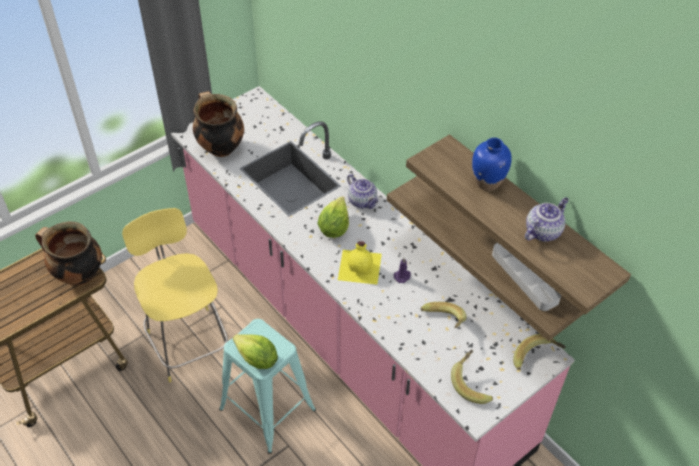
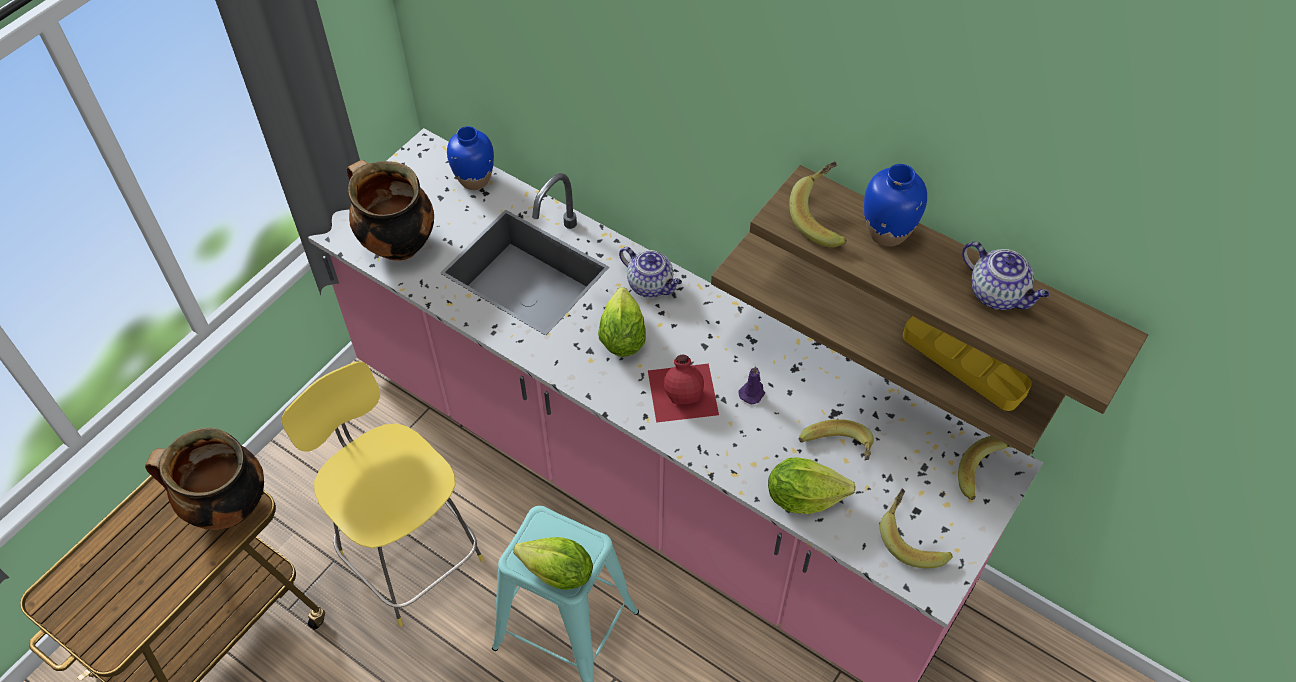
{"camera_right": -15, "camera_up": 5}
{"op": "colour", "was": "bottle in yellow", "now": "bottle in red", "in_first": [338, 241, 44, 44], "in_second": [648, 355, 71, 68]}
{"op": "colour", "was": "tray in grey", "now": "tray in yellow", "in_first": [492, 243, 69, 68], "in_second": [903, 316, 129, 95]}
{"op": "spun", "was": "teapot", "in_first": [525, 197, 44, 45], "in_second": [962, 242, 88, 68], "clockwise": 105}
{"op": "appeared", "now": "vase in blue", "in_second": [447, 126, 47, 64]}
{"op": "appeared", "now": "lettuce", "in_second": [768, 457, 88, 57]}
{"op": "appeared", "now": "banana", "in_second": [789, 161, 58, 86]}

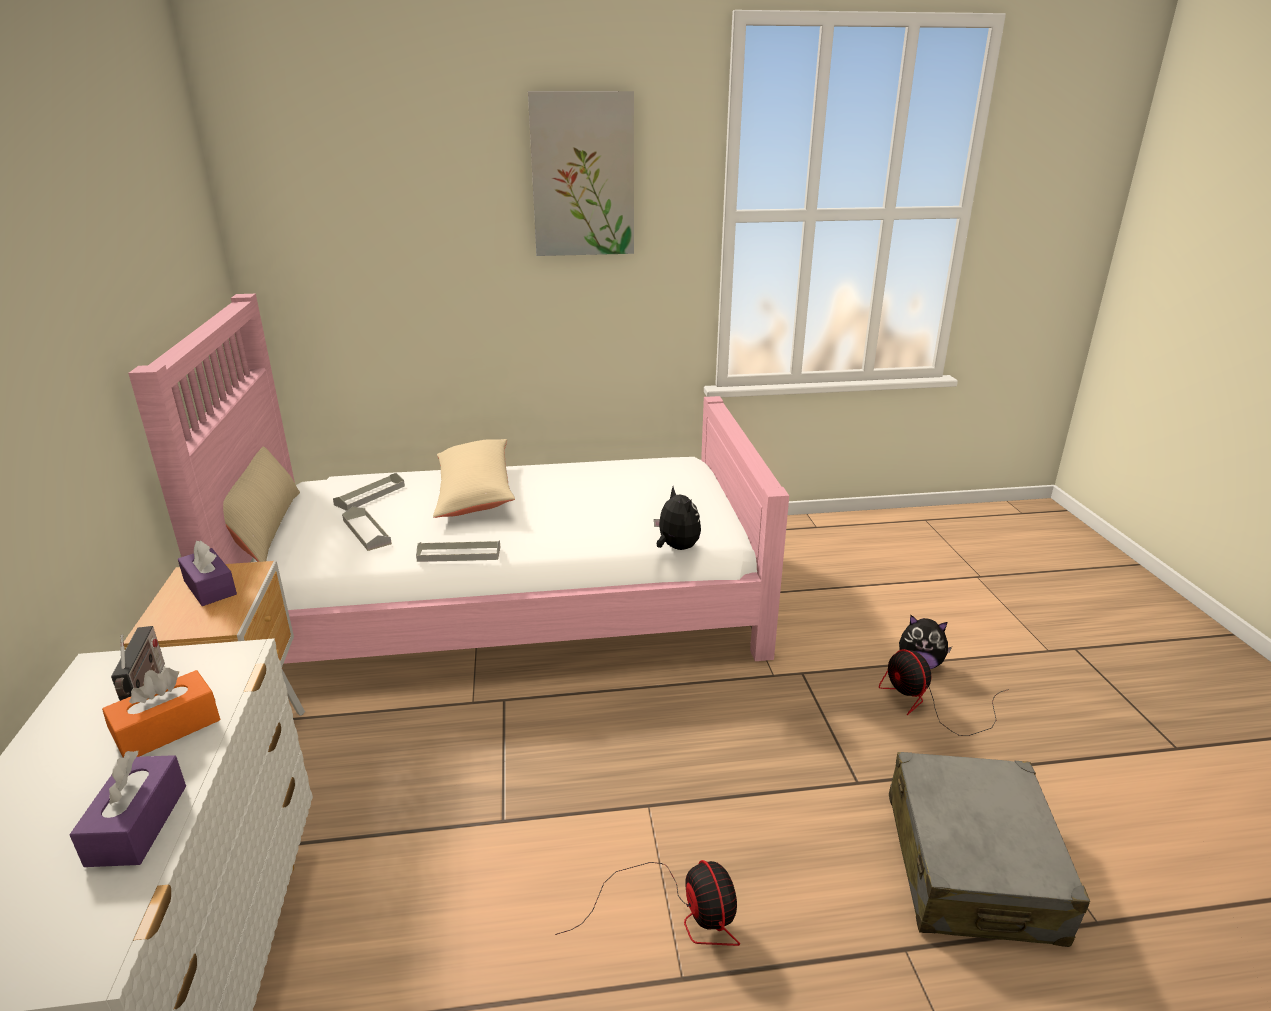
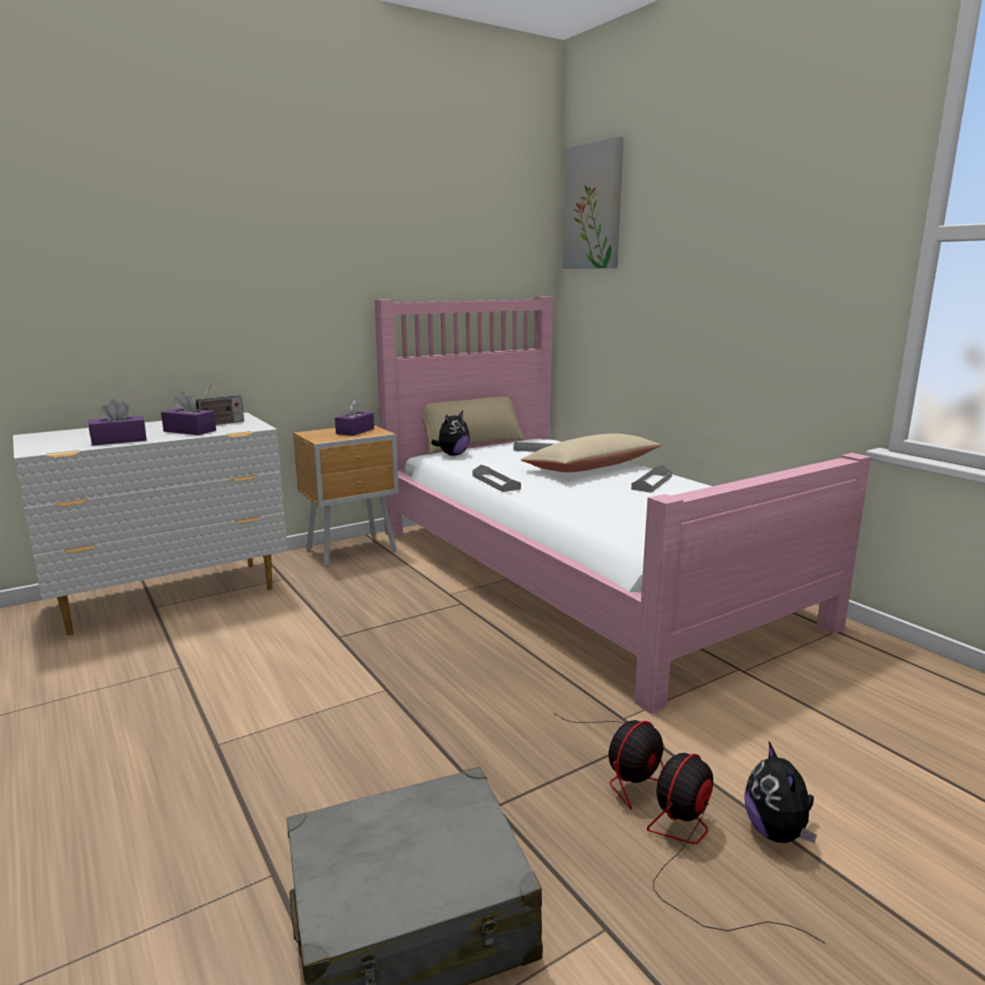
{"camera_right": 65, "camera_up": -10}
{"op": "colour", "was": "tissue box in orange", "now": "tissue box in purple", "in_first": [102, 668, 118, 90], "in_second": [161, 392, 55, 43]}
{"op": "relocated", "was": "tray in grey", "in_first": [342, 506, 50, 45], "in_second": [631, 465, 41, 28]}
{"op": "relocated", "was": "picture", "in_first": [528, 91, 106, 165], "in_second": [562, 136, 62, 133]}
{"op": "relocated", "was": "fan", "in_first": [555, 860, 185, 86], "in_second": [553, 713, 111, 96]}
{"op": "relocated", "was": "plush toy", "in_first": [654, 487, 47, 63], "in_second": [431, 411, 39, 45]}

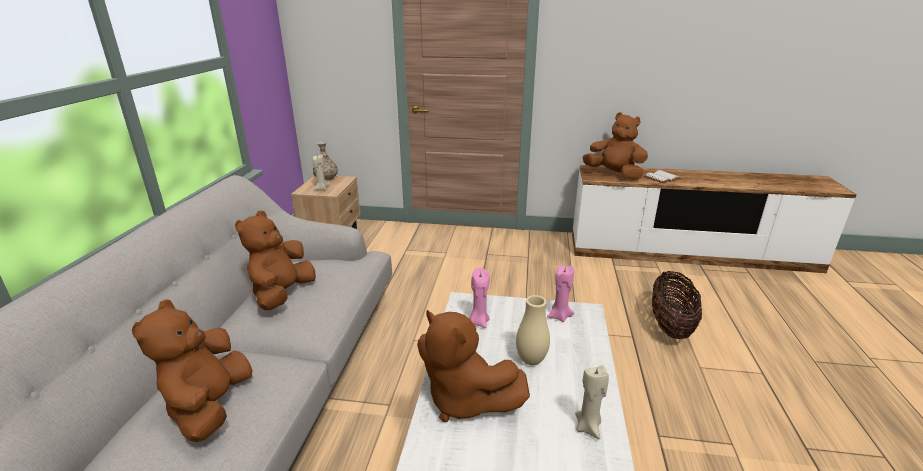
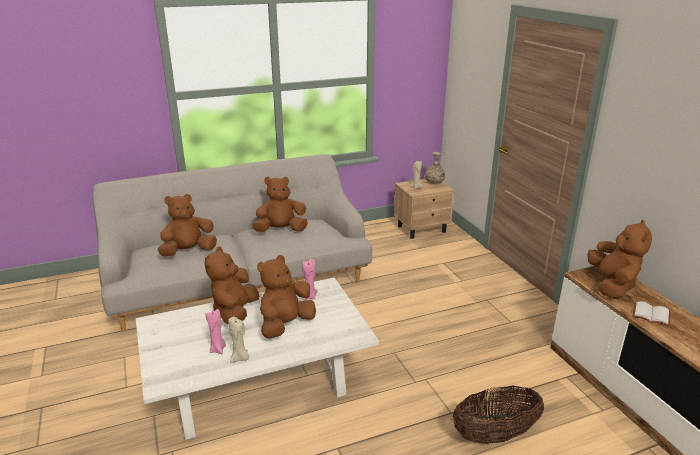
{"camera_right": 60, "camera_up": 0}
{"op": "exchanged", "was": "vase in beige", "now": "plush toy in brown", "in_first": [516, 295, 34, 70], "in_second": [257, 255, 59, 84]}
{"op": "relocated", "was": "candle in pink", "in_first": [547, 266, 27, 56], "in_second": [206, 309, 20, 45]}

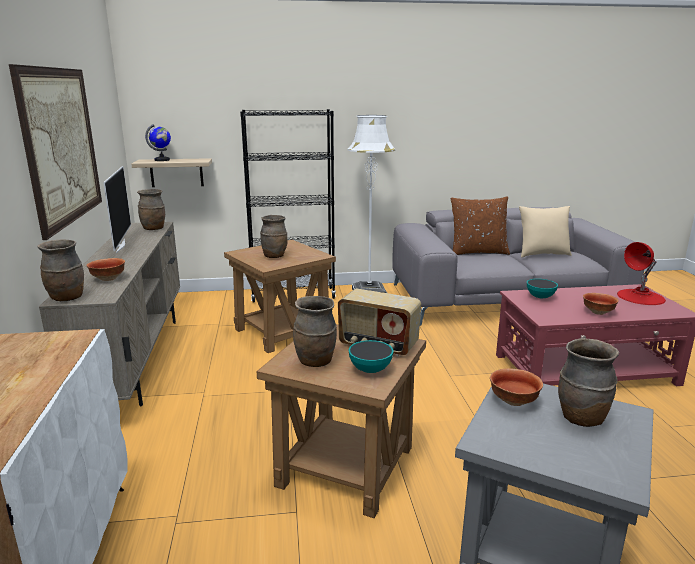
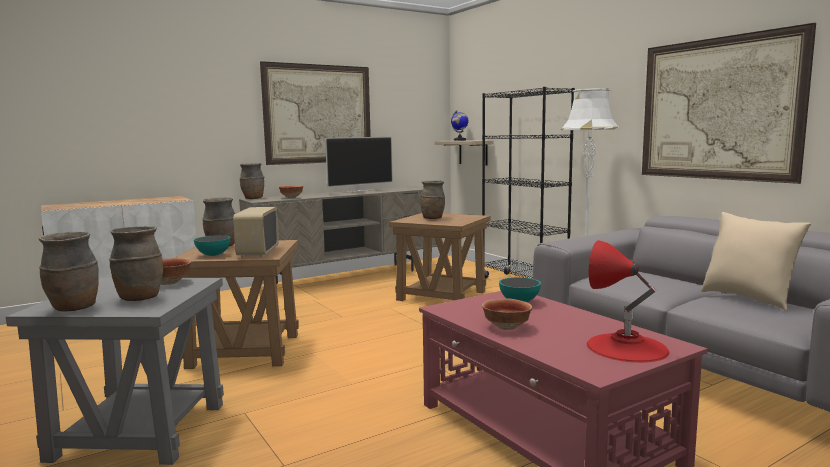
{"camera_right": 65, "camera_up": -10}
{"op": "relocated", "was": "vase in brown", "in_first": [137, 189, 28, 41], "in_second": [39, 232, 60, 80]}
{"op": "missing", "was": "pillow in brown", "in_first": [451, 196, 59, 59]}
{"op": "appeared", "now": "picture", "in_second": [642, 23, 174, 161]}

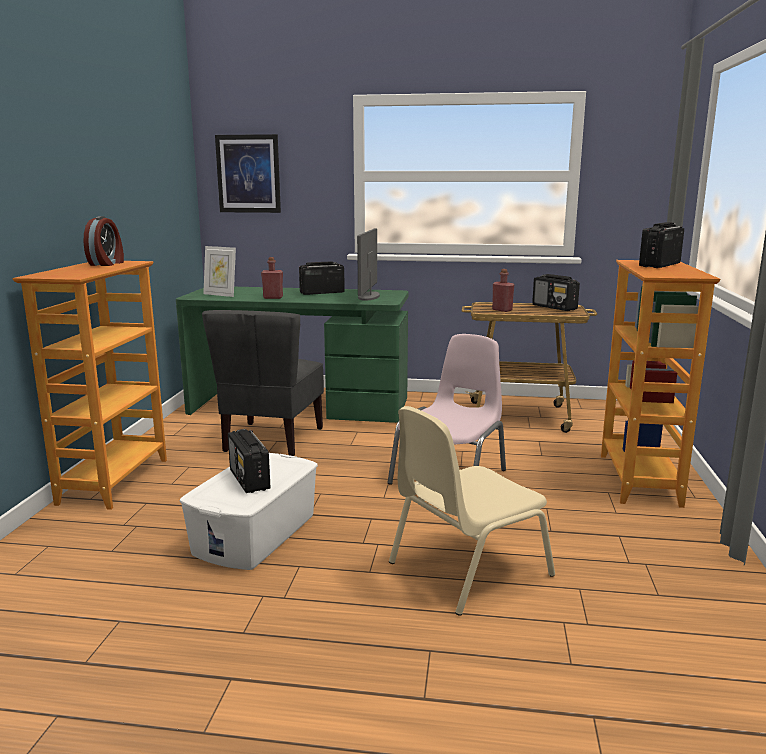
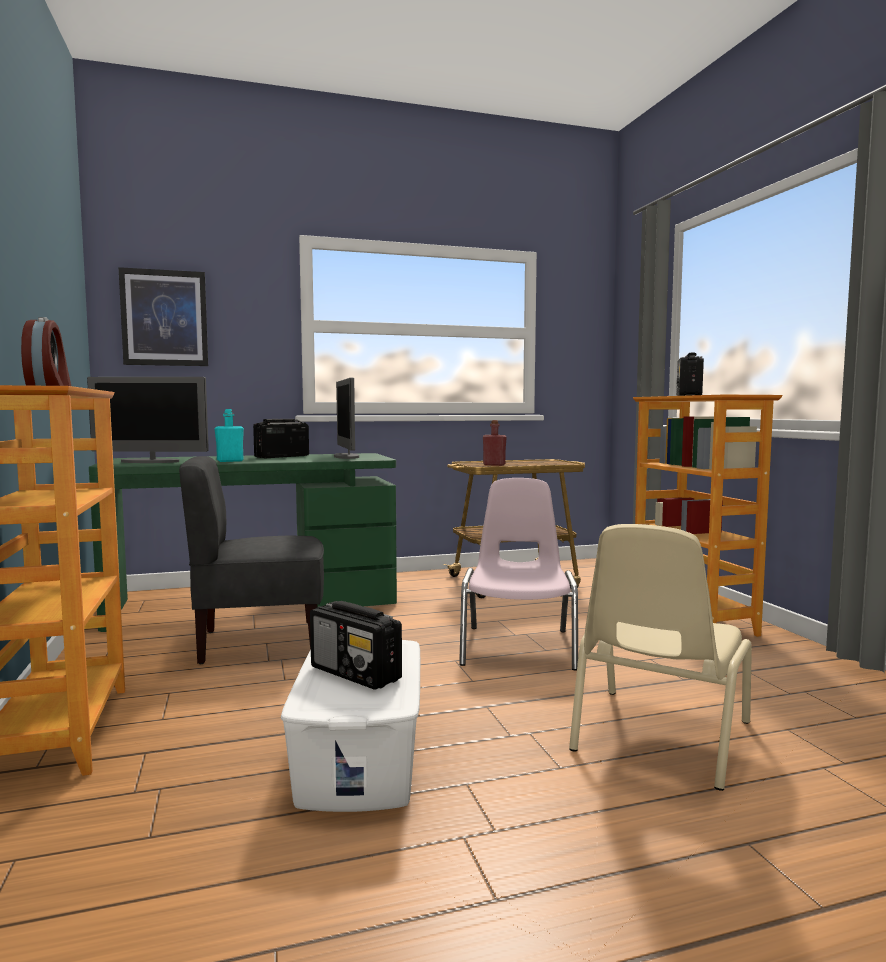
{"camera_right": -25, "camera_up": -10}
{"op": "spun", "was": "chair in grey", "in_first": [202, 310, 122, 146], "in_second": [179, 456, 145, 208], "clockwise": 90}
{"op": "exchanged", "was": "picture frame", "now": "monitor", "in_first": [203, 246, 33, 51], "in_second": [87, 377, 122, 86]}
{"op": "colour", "was": "bottle in red", "now": "bottle in turquoise", "in_first": [261, 257, 22, 42], "in_second": [214, 409, 30, 53]}
{"op": "missing", "was": "radio", "in_first": [532, 274, 48, 37]}

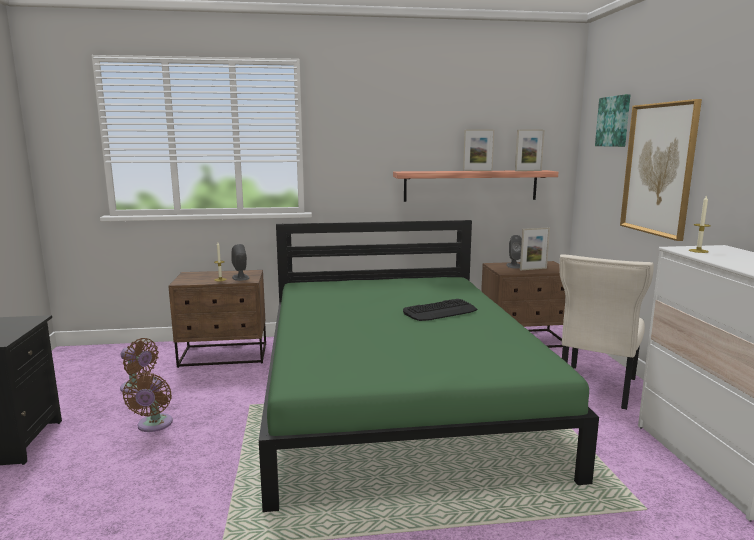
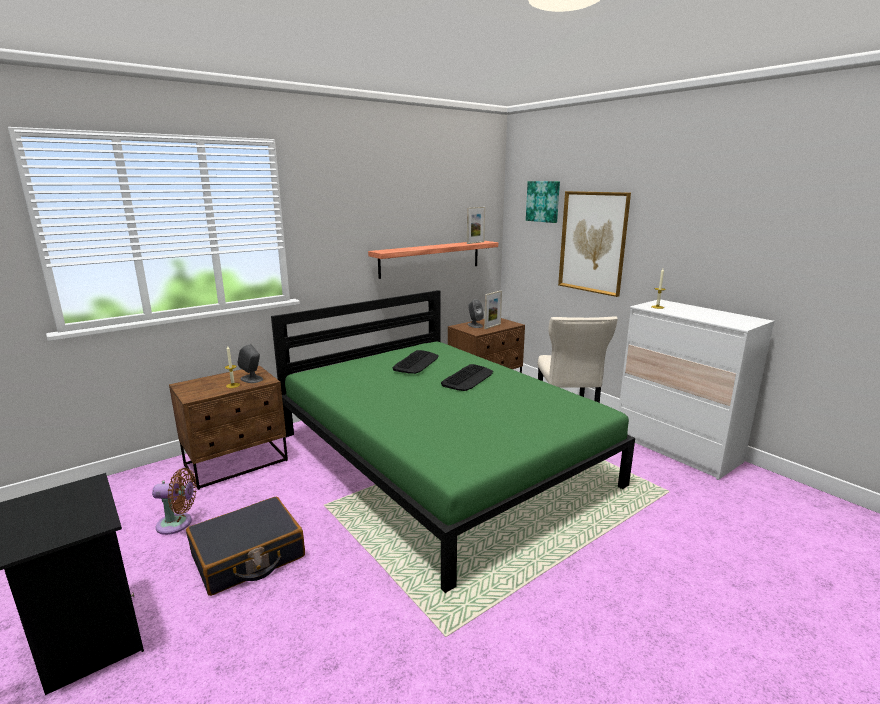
{"camera_right": -30, "camera_up": 5}
{"op": "exchanged", "was": "fan in brown", "now": "suitcase in black", "in_first": [122, 373, 51, 59], "in_second": [186, 497, 119, 99]}
{"op": "missing", "was": "picture frame", "in_first": [463, 130, 31, 41]}
{"op": "appeared", "now": "keyboard", "in_second": [392, 350, 47, 24]}

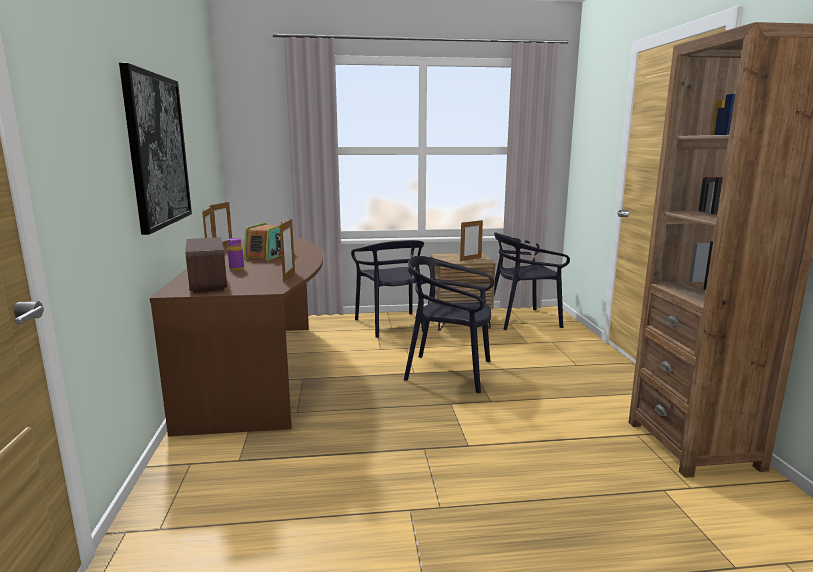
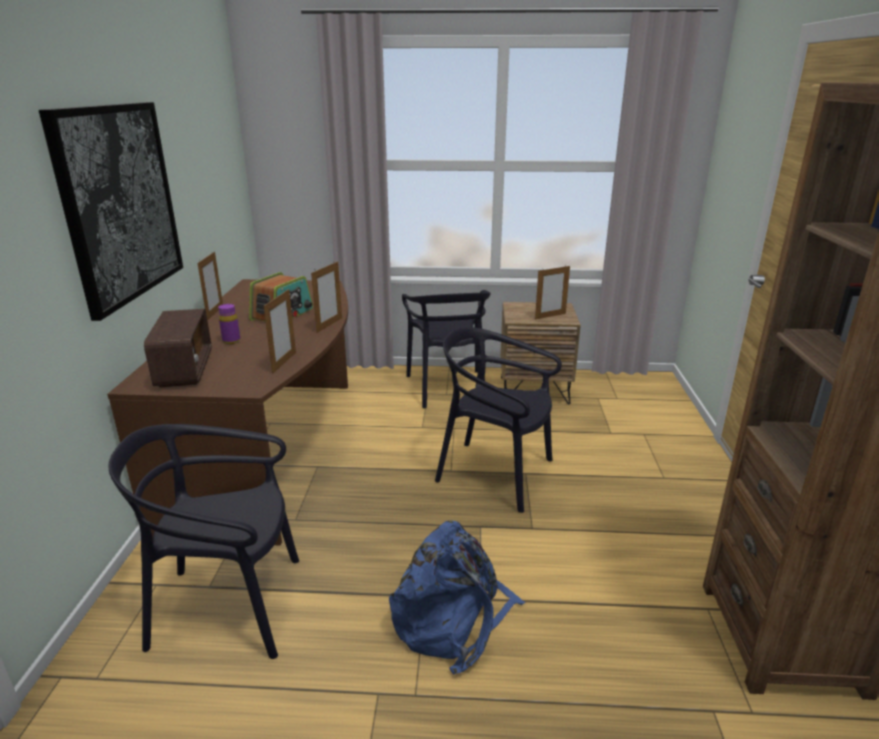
{"camera_right": 10, "camera_up": 10}
{"op": "relocated", "was": "picture frame", "in_first": [210, 202, 22, 45], "in_second": [311, 261, 31, 72]}
{"op": "relocated", "was": "chair in black", "in_first": [494, 232, 76, 98], "in_second": [109, 424, 190, 235]}
{"op": "appeared", "now": "backpack in blue", "in_second": [389, 520, 136, 155]}

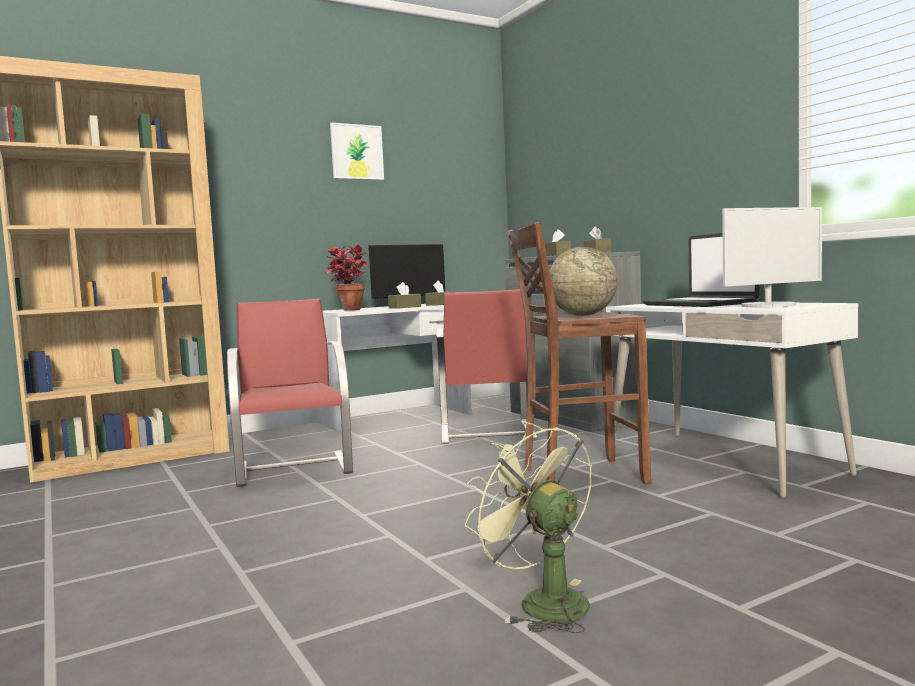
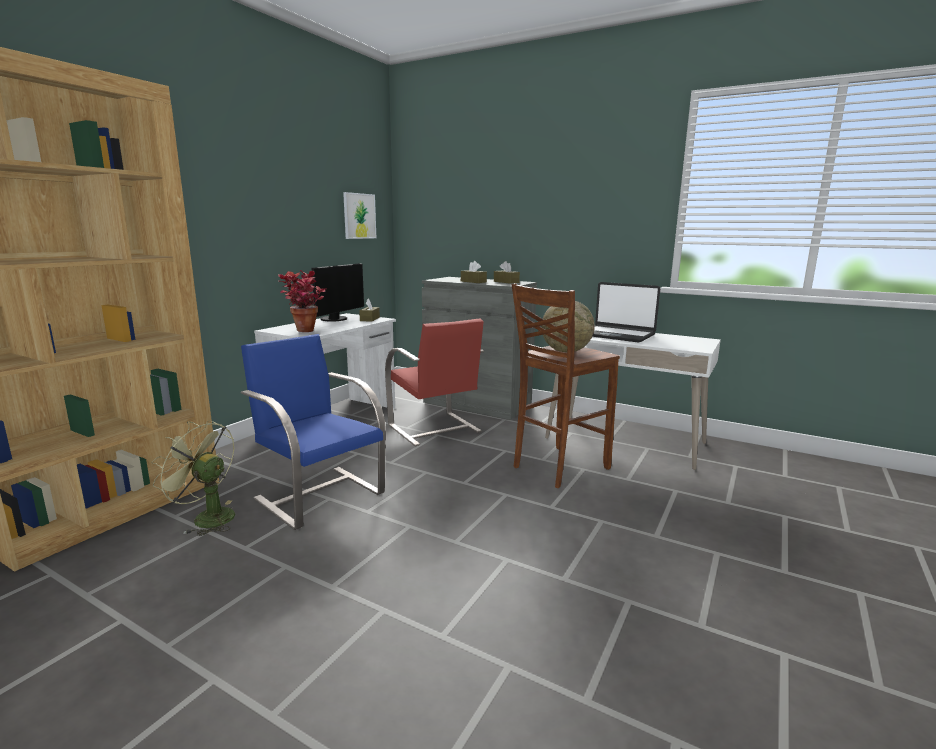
{"camera_right": -30, "camera_up": 10}
{"op": "colour", "was": "chair in red", "now": "chair in blue", "in_first": [227, 299, 126, 188], "in_second": [241, 334, 145, 196]}
{"op": "relocated", "was": "picture", "in_first": [330, 123, 54, 57], "in_second": [343, 192, 33, 47]}
{"op": "missing", "was": "tissue box in brown", "in_first": [388, 282, 33, 27]}
{"op": "relocated", "was": "fan in green", "in_first": [465, 422, 127, 212], "in_second": [152, 420, 83, 116]}
{"op": "missing", "was": "monitor", "in_first": [722, 207, 100, 101]}

